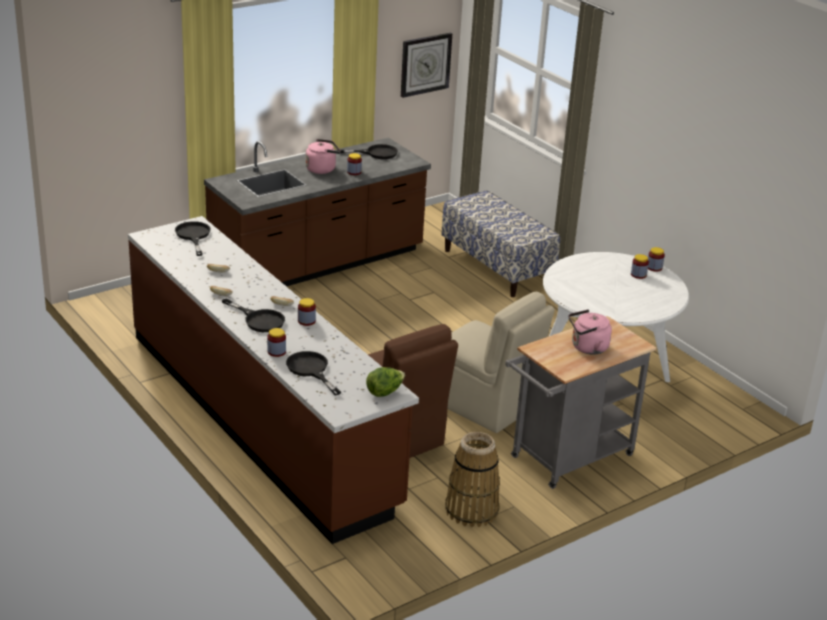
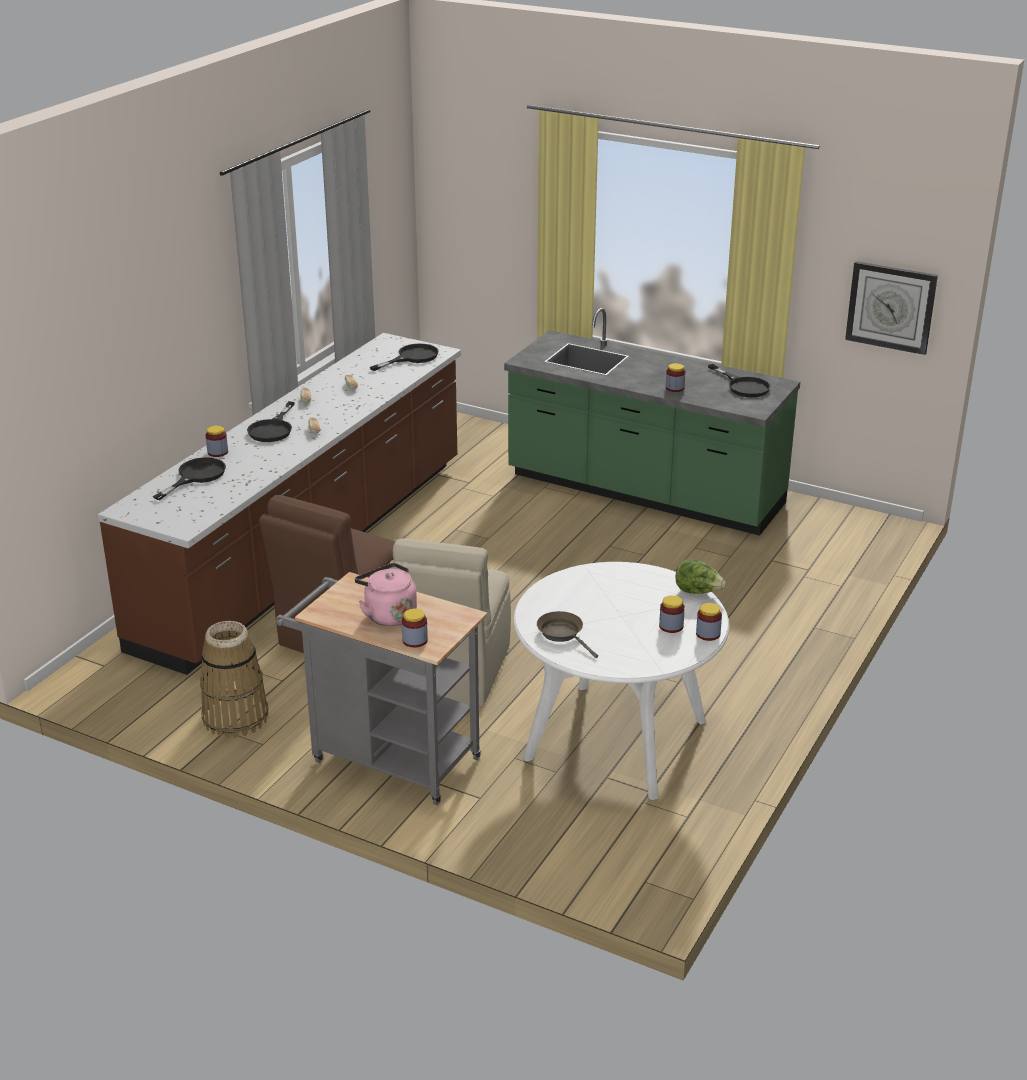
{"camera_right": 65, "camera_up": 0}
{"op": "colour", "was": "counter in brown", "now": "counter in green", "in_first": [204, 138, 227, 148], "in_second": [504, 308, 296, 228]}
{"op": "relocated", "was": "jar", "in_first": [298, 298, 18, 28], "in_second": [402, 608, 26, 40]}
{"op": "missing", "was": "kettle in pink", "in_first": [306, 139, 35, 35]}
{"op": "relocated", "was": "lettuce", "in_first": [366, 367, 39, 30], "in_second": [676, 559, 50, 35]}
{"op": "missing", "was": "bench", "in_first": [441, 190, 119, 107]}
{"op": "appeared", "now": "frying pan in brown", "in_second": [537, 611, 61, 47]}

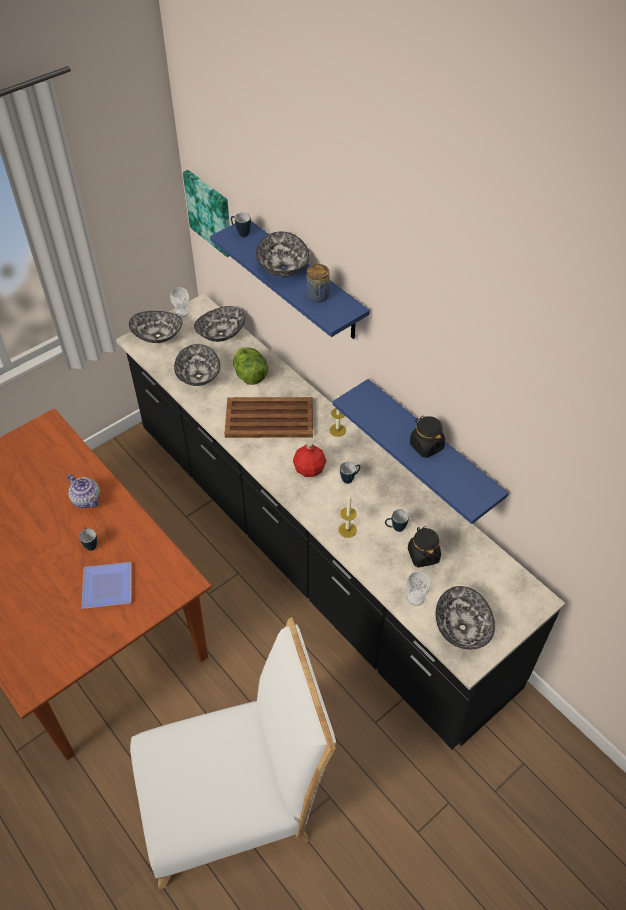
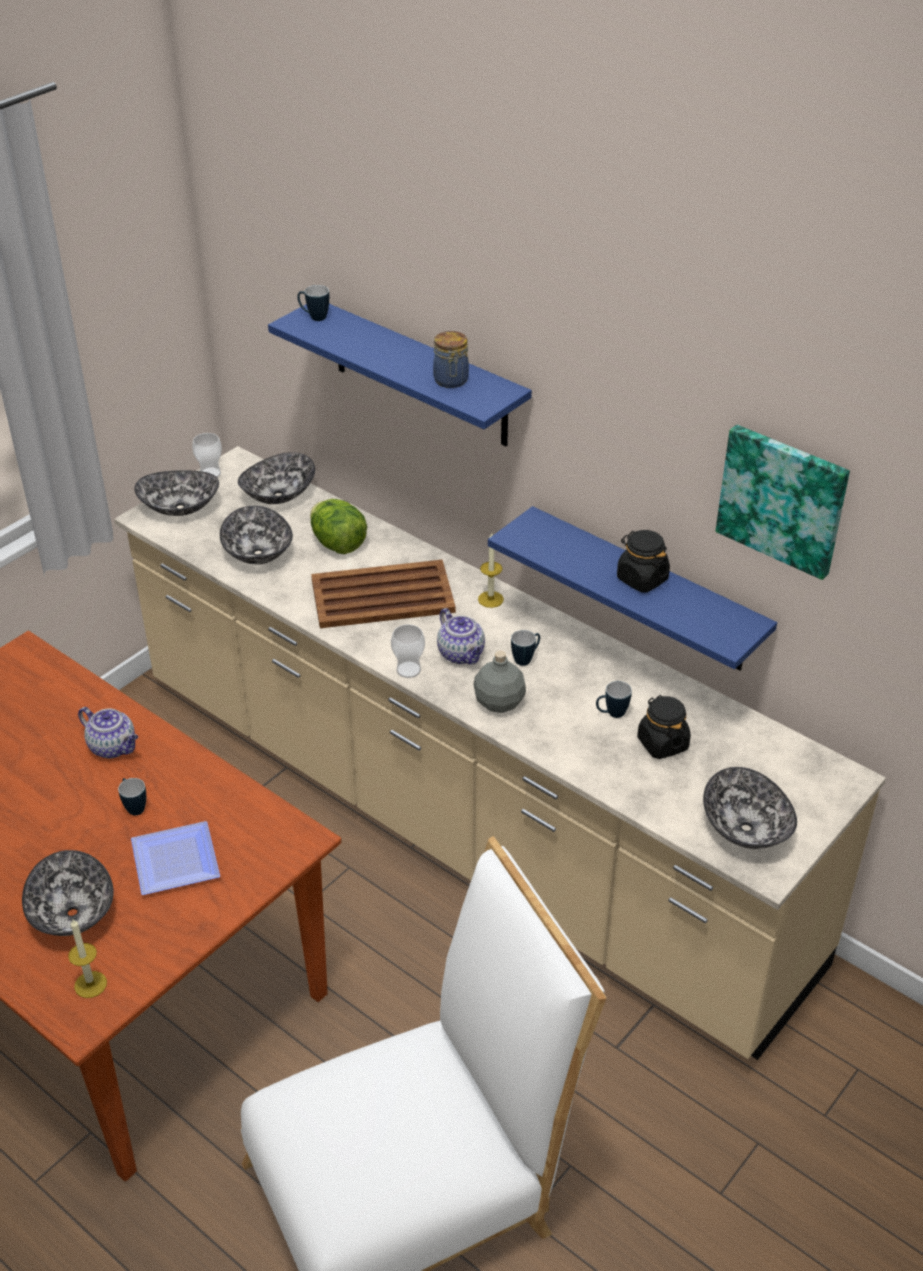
{"camera_right": -10, "camera_up": -10}
{"op": "colour", "was": "counter in black", "now": "counter in beige", "in_first": [116, 294, 449, 456], "in_second": [114, 446, 772, 614]}
{"op": "relocated", "was": "picture", "in_first": [183, 170, 47, 87], "in_second": [716, 425, 134, 155]}
{"op": "relocated", "was": "bowl", "in_first": [256, 232, 54, 45], "in_second": [22, 850, 92, 86]}
{"op": "exchanged", "was": "bottle in red", "now": "teapot", "in_first": [293, 441, 33, 36], "in_second": [437, 608, 48, 56]}
{"op": "relocated", "was": "candle", "in_first": [339, 495, 18, 43], "in_second": [68, 919, 39, 79]}
{"op": "relocated", "was": "cup", "in_first": [406, 571, 25, 35], "in_second": [391, 624, 34, 54]}
{"op": "appeared", "now": "bottle in grey", "in_second": [473, 650, 53, 63]}

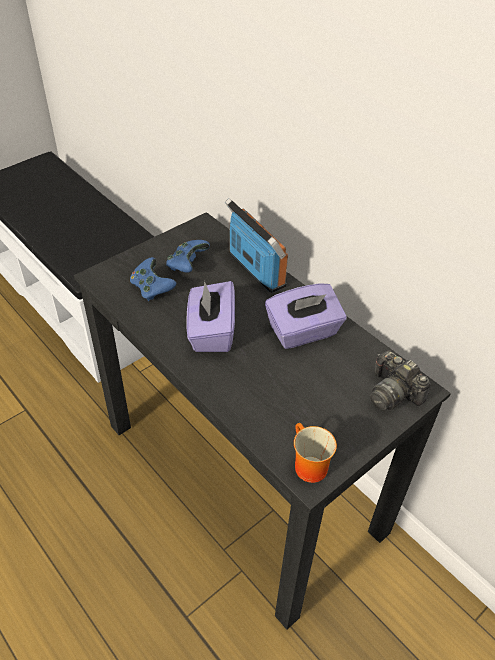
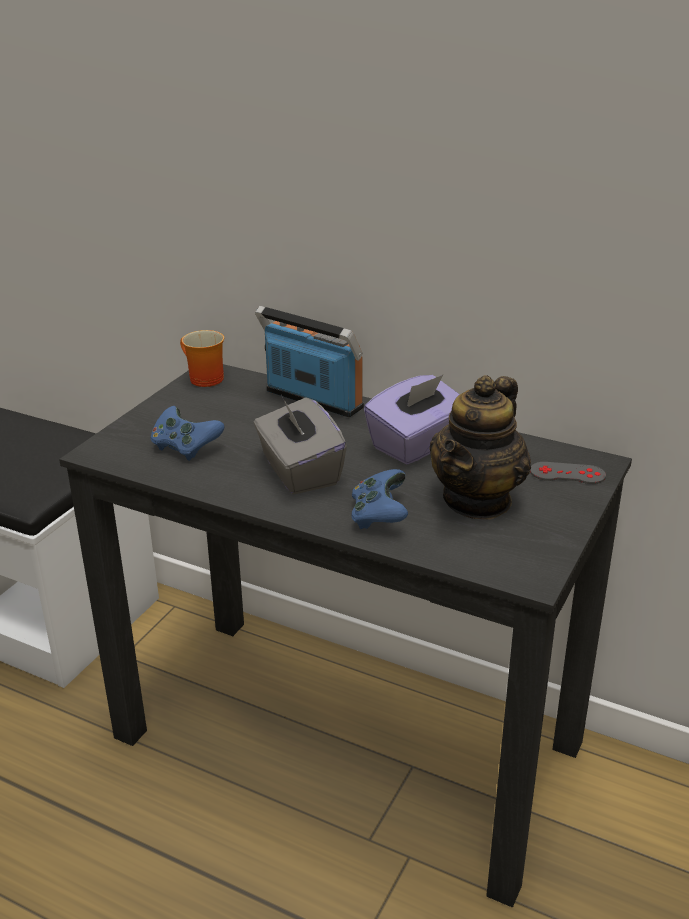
{"camera_right": -20, "camera_up": -15}
{"op": "relocated", "was": "game controller in blue", "in_first": [166, 240, 44, 33], "in_second": [351, 469, 57, 60]}
{"op": "colour", "was": "tissue box in purple", "now": "tissue box in grey", "in_first": [187, 281, 48, 71], "in_second": [254, 395, 93, 99]}
{"op": "relocated", "was": "mug", "in_first": [294, 423, 43, 60], "in_second": [180, 330, 44, 57]}
{"op": "exchanged", "was": "photo camera", "now": "game controller in grey", "in_first": [370, 351, 61, 60], "in_second": [530, 462, 76, 22]}
{"op": "appeared", "now": "teapot", "in_second": [429, 375, 102, 145]}

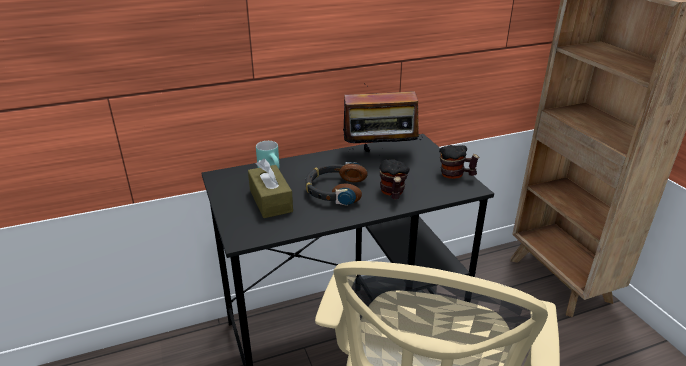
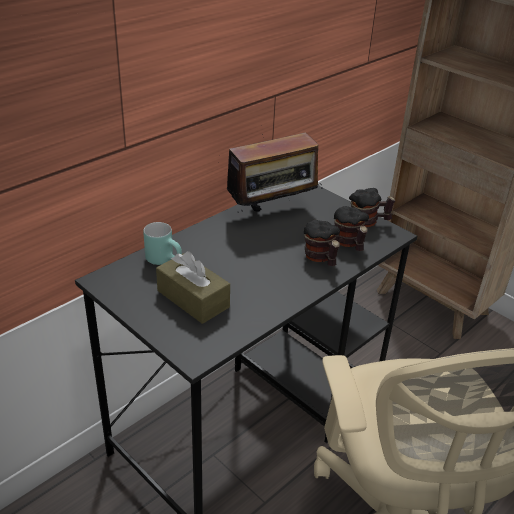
{"camera_right": -25, "camera_up": 5}
{"op": "missing", "was": "headphones", "in_first": [306, 162, 62, 44]}
{"op": "appeared", "now": "mug", "in_second": [334, 206, 35, 45]}

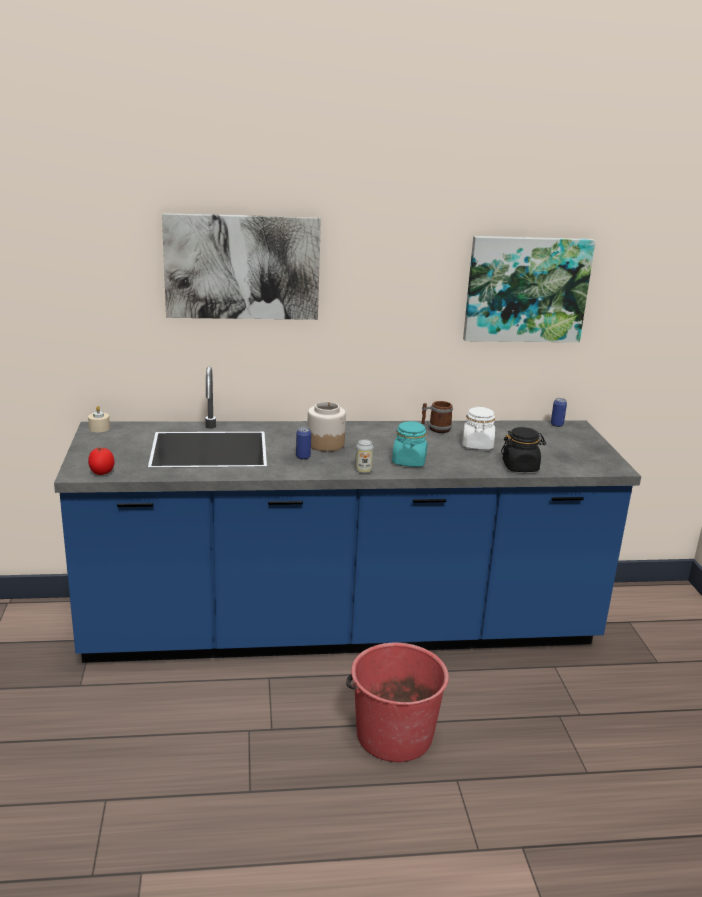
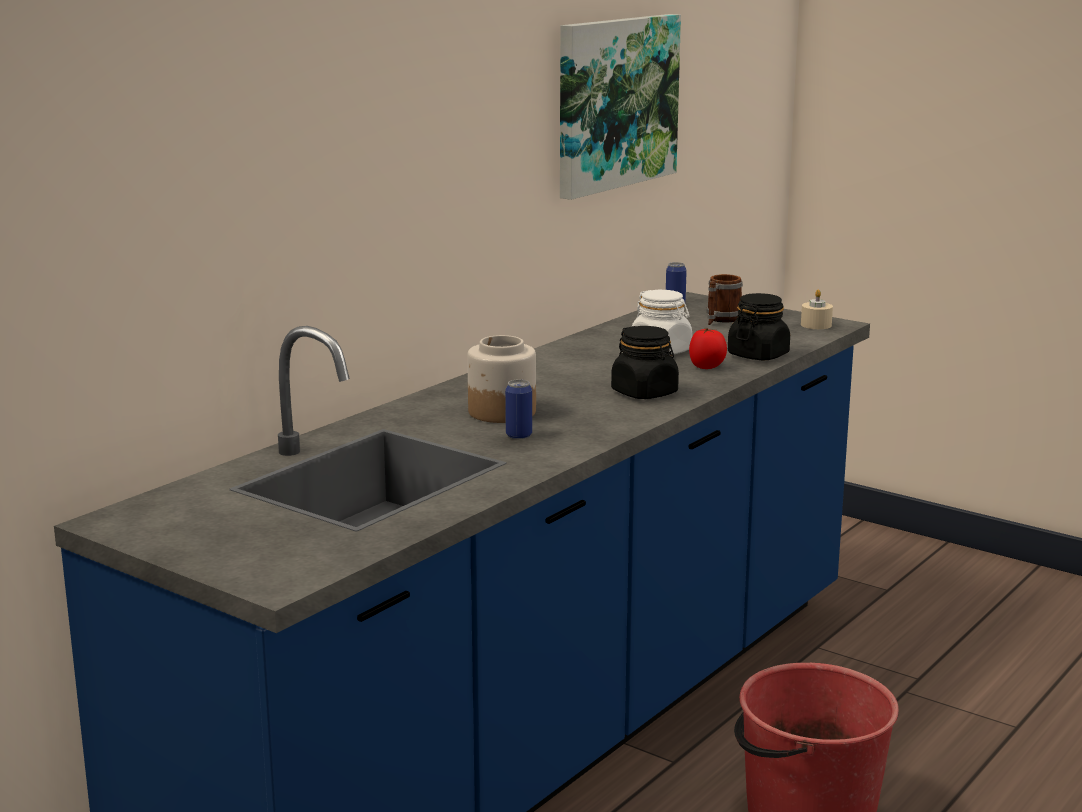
{"camera_right": -45, "camera_up": -5}
{"op": "relocated", "was": "candle in beige", "in_first": [88, 406, 22, 26], "in_second": [801, 289, 32, 40]}
{"op": "relocated", "was": "tomato", "in_first": [88, 448, 27, 27], "in_second": [689, 328, 38, 41]}
{"op": "missing", "was": "picture", "in_first": [162, 213, 159, 107]}
{"op": "missing", "was": "can", "in_first": [355, 439, 18, 35]}
{"op": "colour", "was": "jar in turquoise", "now": "jar in black", "in_first": [392, 421, 35, 46], "in_second": [611, 326, 68, 73]}
{"op": "relocated", "was": "mug", "in_first": [421, 401, 32, 32], "in_second": [706, 274, 37, 51]}

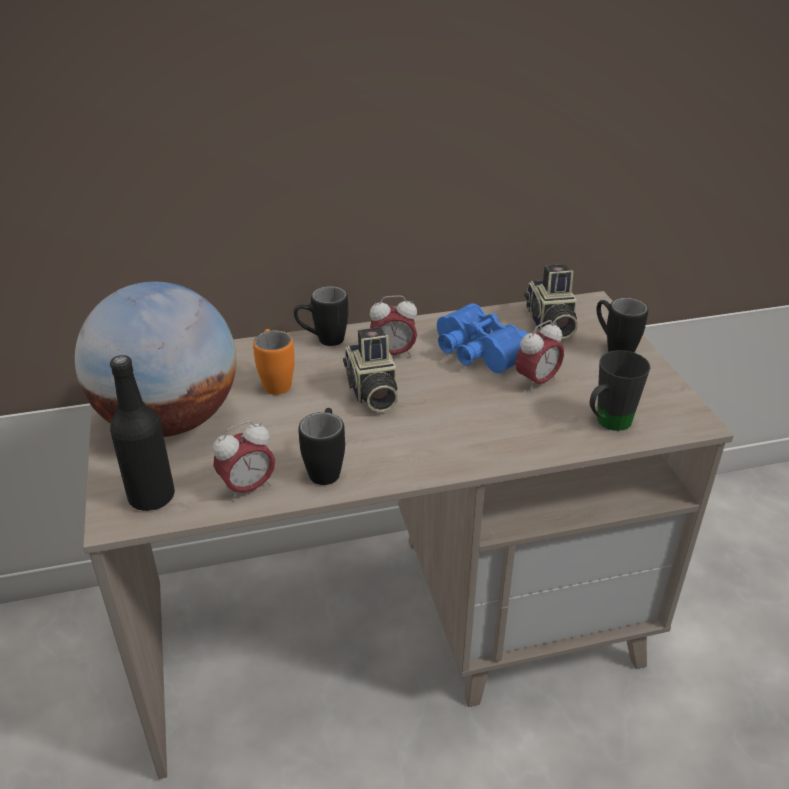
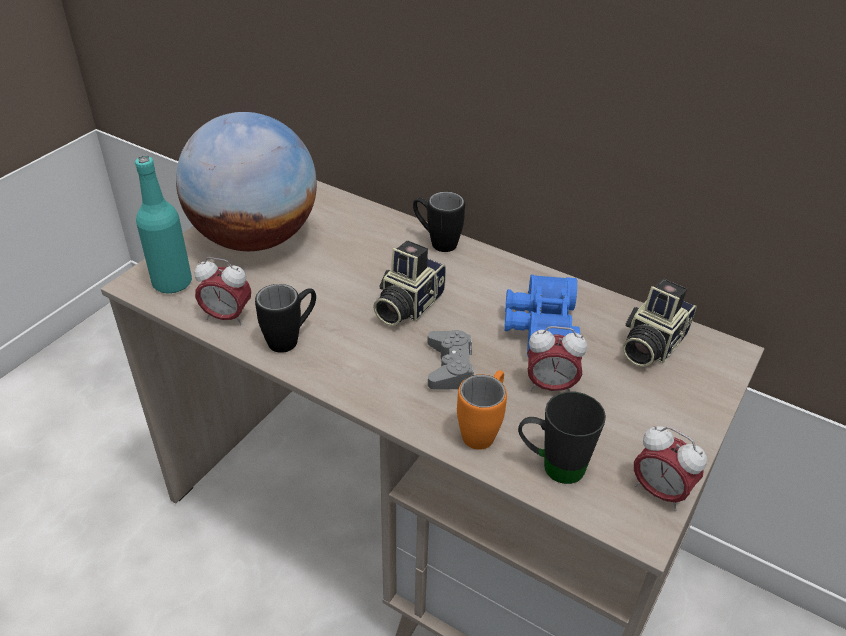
{"camera_right": 45, "camera_up": 5}
{"op": "colour", "was": "bottle in black", "now": "bottle in turquoise", "in_first": [110, 355, 65, 156], "in_second": [135, 156, 57, 138]}
{"op": "relocated", "was": "mug in orange", "in_first": [253, 329, 42, 66], "in_second": [457, 370, 50, 80]}
{"op": "relocated", "was": "alarm clock", "in_first": [370, 295, 47, 62], "in_second": [634, 426, 73, 85]}
{"op": "missing", "was": "mug in black", "in_first": [597, 298, 51, 55]}
{"op": "appeared", "now": "game controller in grey", "in_second": [427, 330, 47, 60]}

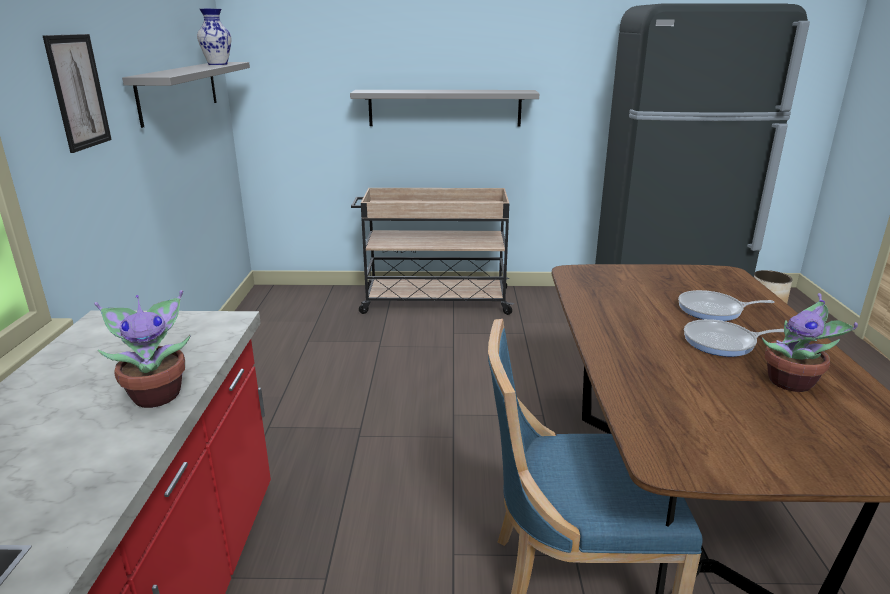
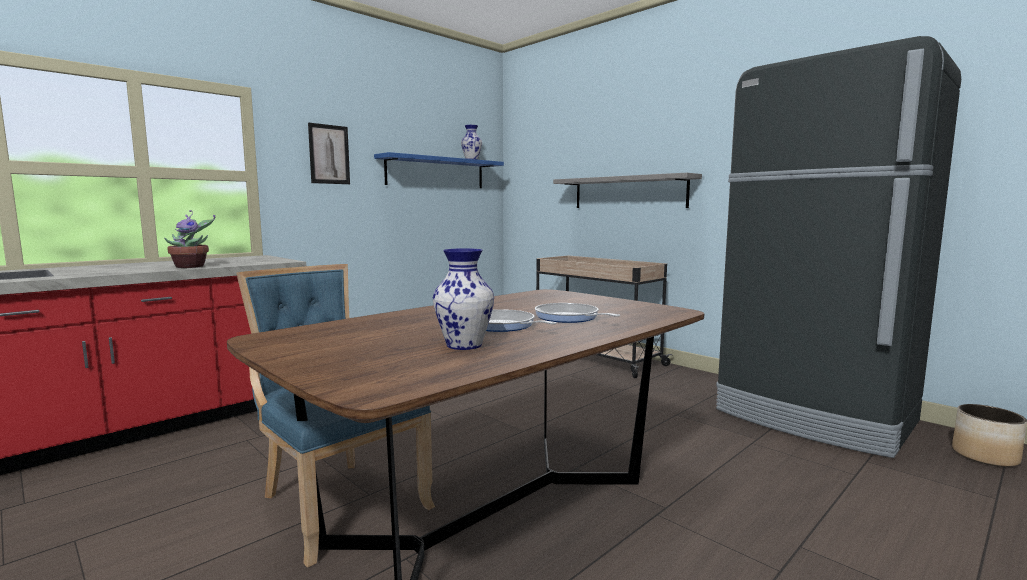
{"camera_right": 45, "camera_up": -15}
{"op": "colour", "was": "shelf in grey", "now": "shelf in blue", "in_first": [122, 62, 128, 66], "in_second": [374, 152, 130, 36]}
{"op": "exchanged", "was": "potted plant", "now": "vase", "in_first": [762, 293, 96, 99], "in_second": [433, 248, 61, 102]}

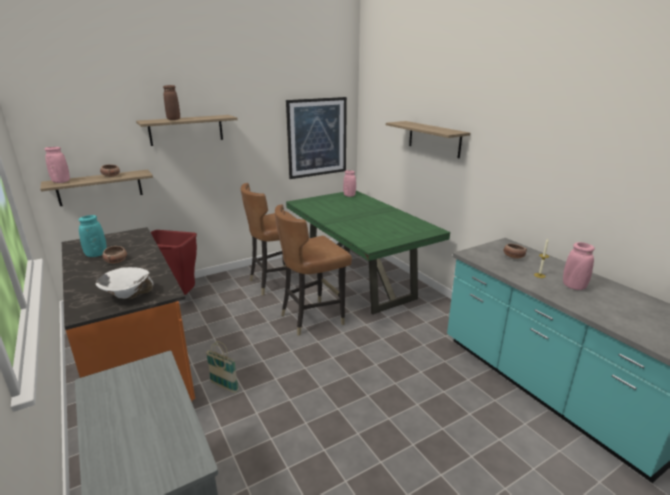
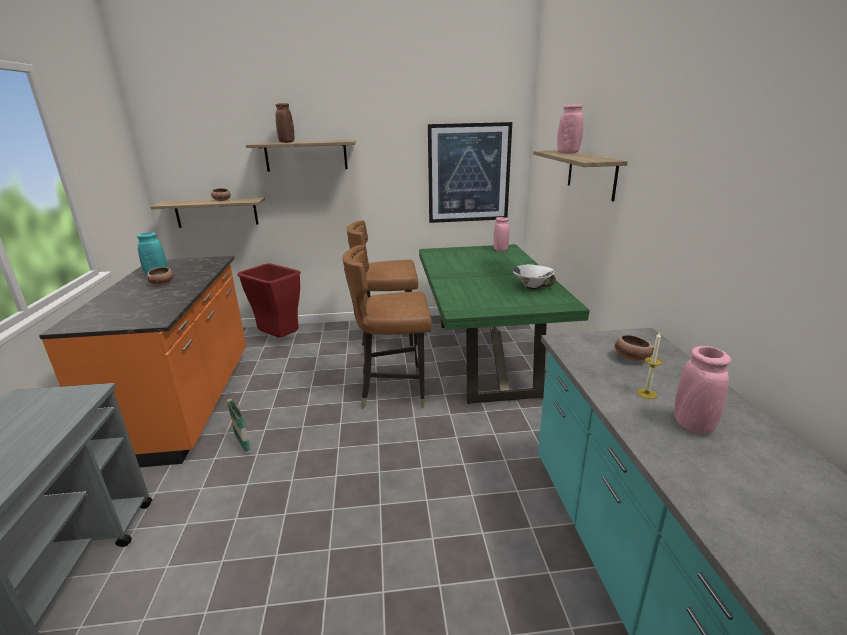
{"camera_right": 25, "camera_up": 0}
{"op": "relocated", "was": "vase in pink", "in_first": [44, 147, 26, 36], "in_second": [557, 104, 26, 49]}
{"op": "relocated", "was": "bowl in white", "in_first": [96, 267, 58, 33], "in_second": [512, 264, 44, 26]}

